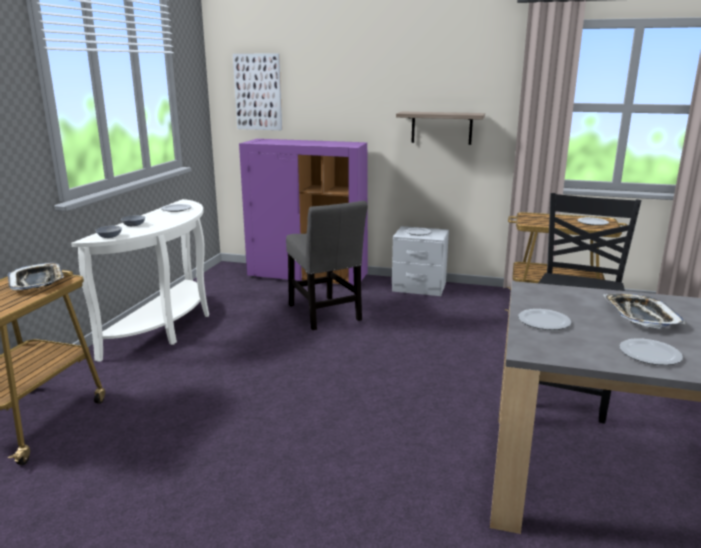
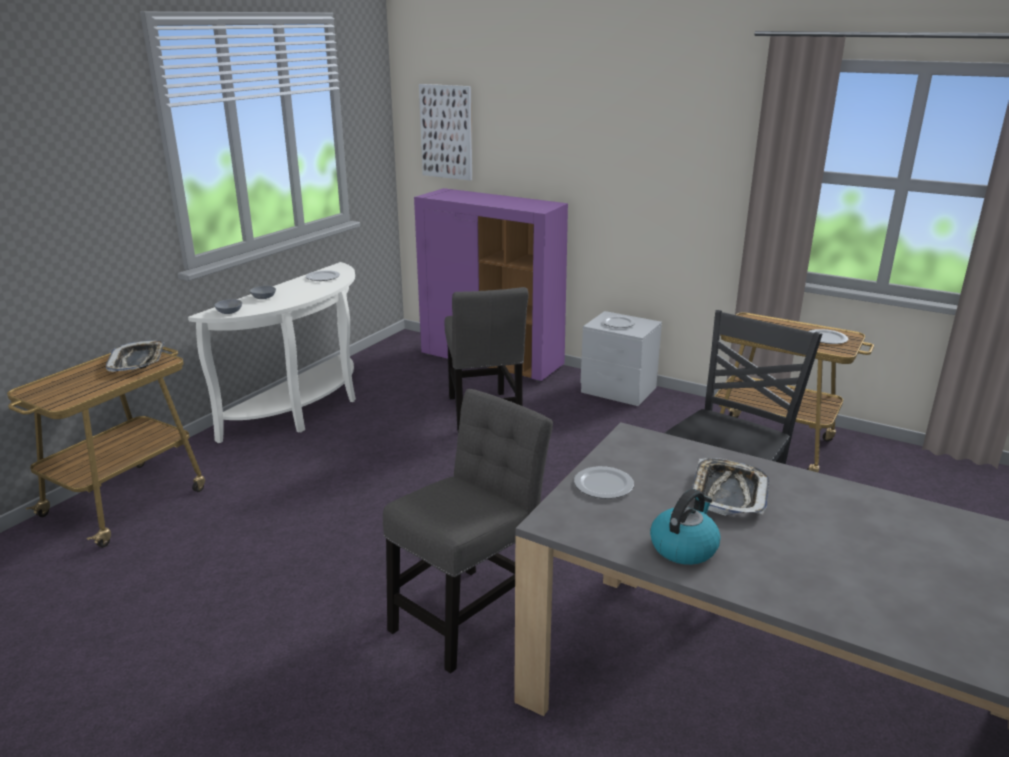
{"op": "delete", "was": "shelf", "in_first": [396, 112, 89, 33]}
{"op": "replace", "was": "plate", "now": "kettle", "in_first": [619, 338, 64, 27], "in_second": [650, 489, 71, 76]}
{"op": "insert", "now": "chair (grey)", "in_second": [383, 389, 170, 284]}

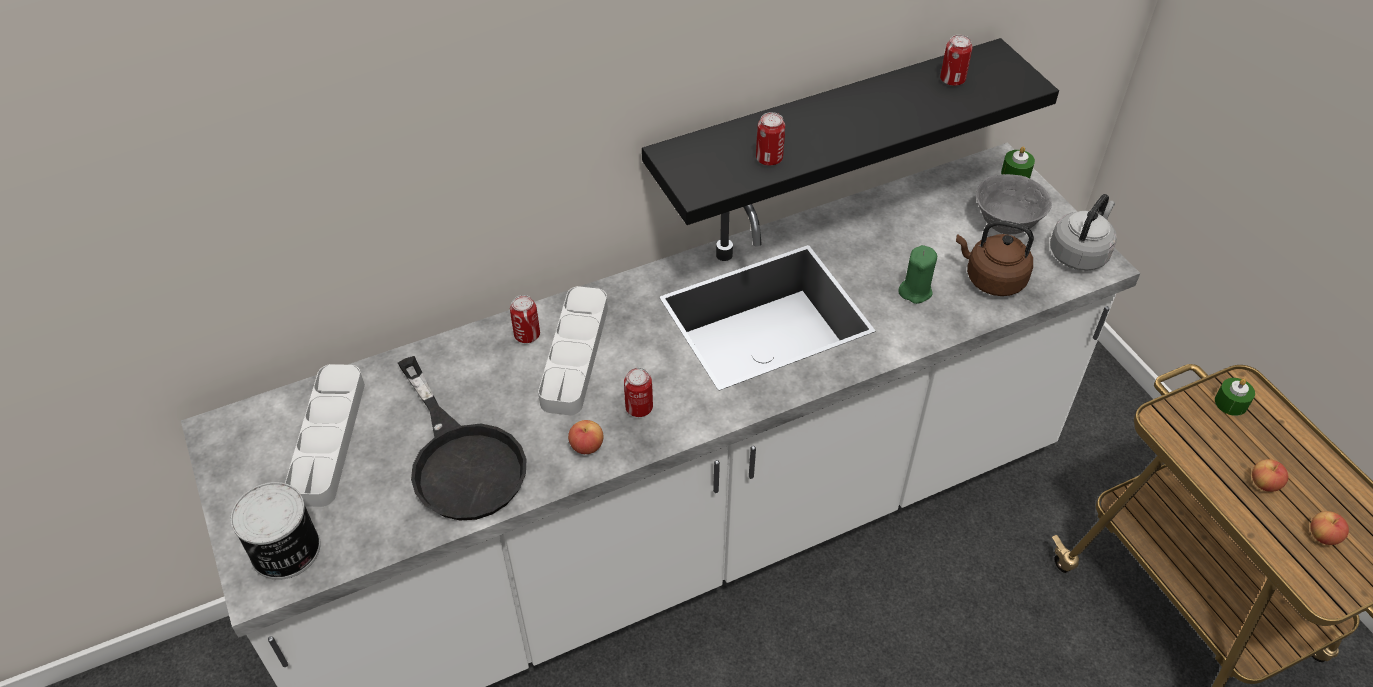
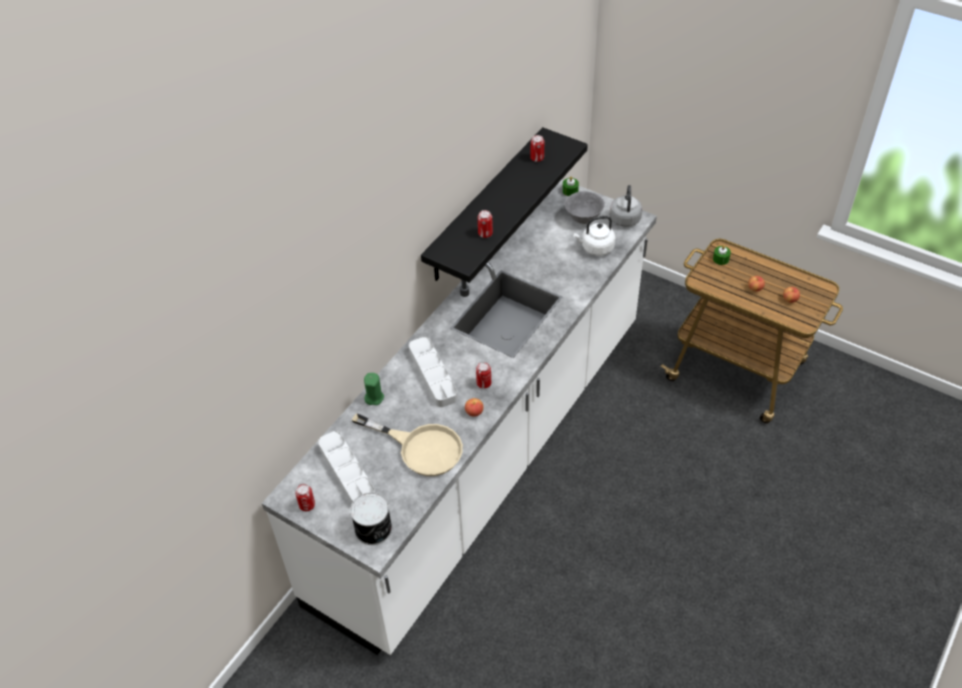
{"op": "recolor", "was": "frying pan (black)", "now": "frying pan (beige)", "in_first": [398, 356, 128, 164], "in_second": [352, 413, 111, 63]}
{"op": "move", "was": "can", "in_first": [510, 295, 30, 48], "in_second": [295, 484, 20, 27]}
{"op": "move", "was": "candle (green)", "in_first": [898, 245, 39, 59], "in_second": [364, 373, 20, 32]}
{"op": "recolor", "was": "kettle (brown)", "now": "kettle (white)", "in_first": [956, 220, 78, 76], "in_second": [573, 216, 42, 40]}

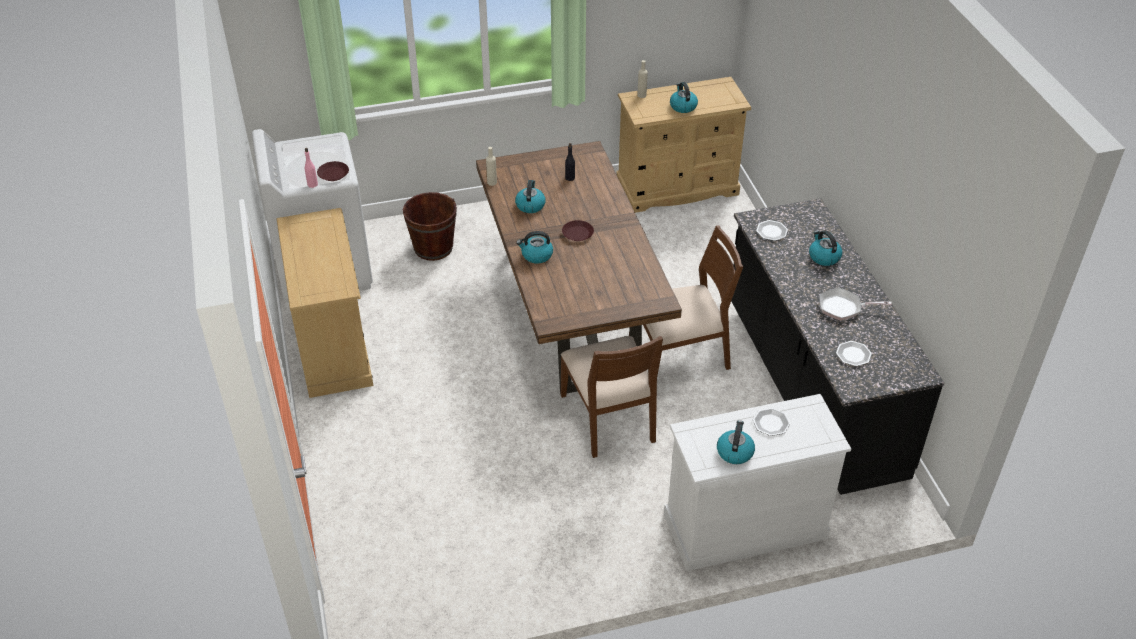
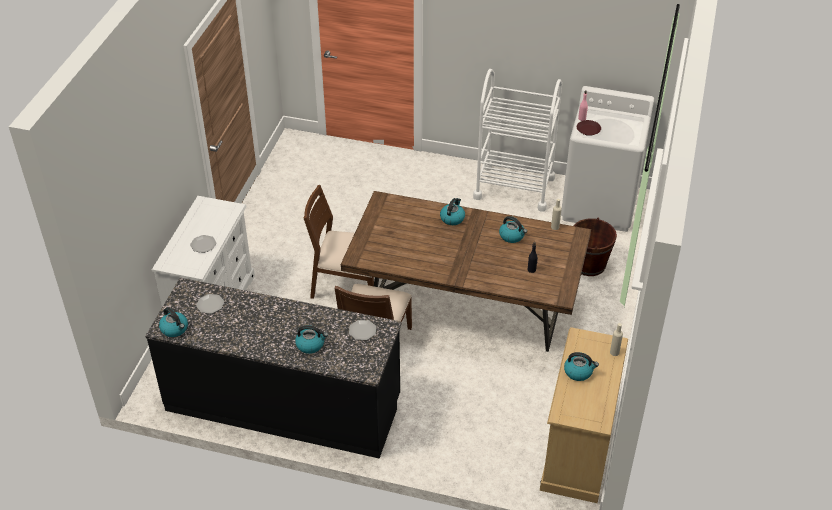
{"op": "replace", "was": "dresser (beige)", "now": "cart (white)", "in_first": [277, 208, 96, 190], "in_second": [473, 69, 89, 143]}
{"op": "delete", "was": "plate (brown)", "in_first": [562, 220, 32, 21]}
{"op": "move", "was": "kettle", "in_first": [717, 420, 38, 44], "in_second": [159, 307, 29, 30]}
{"op": "delete", "was": "frying pan", "in_first": [820, 288, 72, 33]}

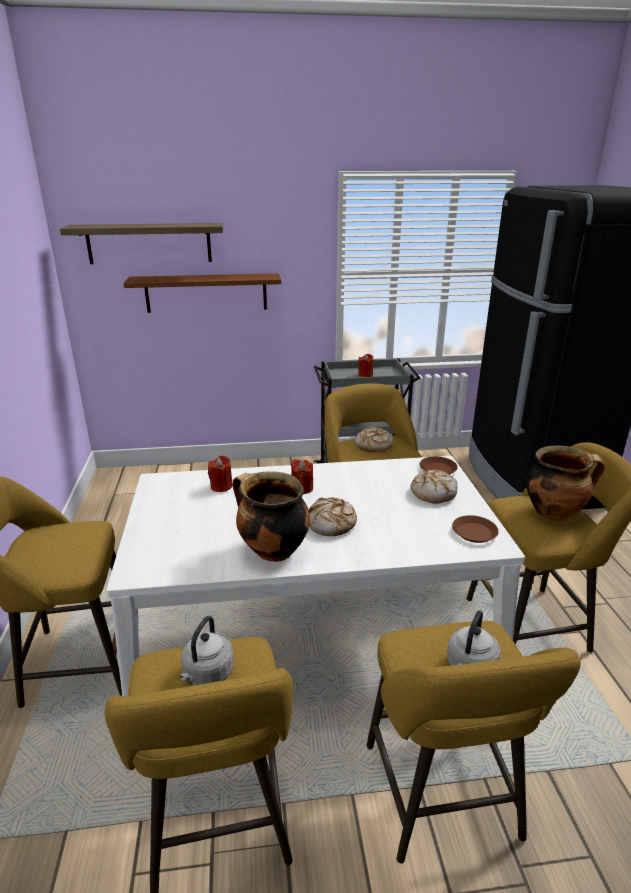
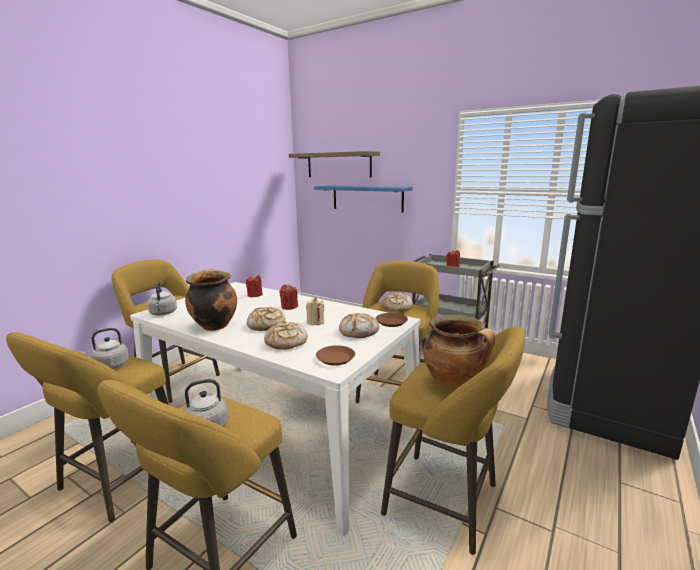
{"op": "recolor", "was": "shelf (brown)", "now": "shelf (blue)", "in_first": [123, 273, 158, 40], "in_second": [314, 185, 99, 28]}
{"op": "insert", "now": "kettle (grey)", "in_second": [147, 281, 30, 34]}
{"op": "insert", "now": "bread", "in_second": [264, 321, 44, 29]}
{"op": "insert", "now": "candle (beige)", "in_second": [306, 298, 18, 27]}

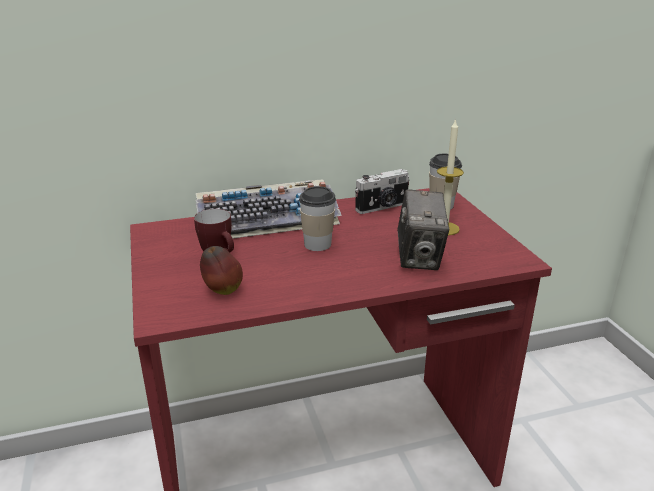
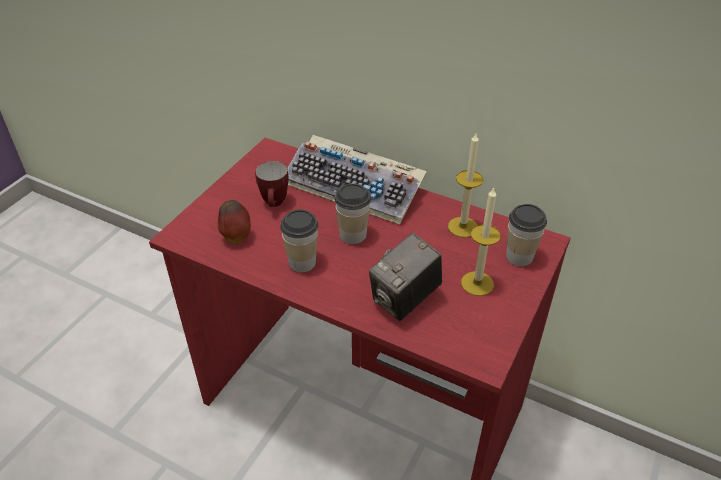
{"op": "replace", "was": "photo camera", "now": "candle", "in_first": [355, 169, 55, 45], "in_second": [448, 134, 35, 104]}
{"op": "insert", "now": "cup", "in_second": [280, 209, 38, 63]}

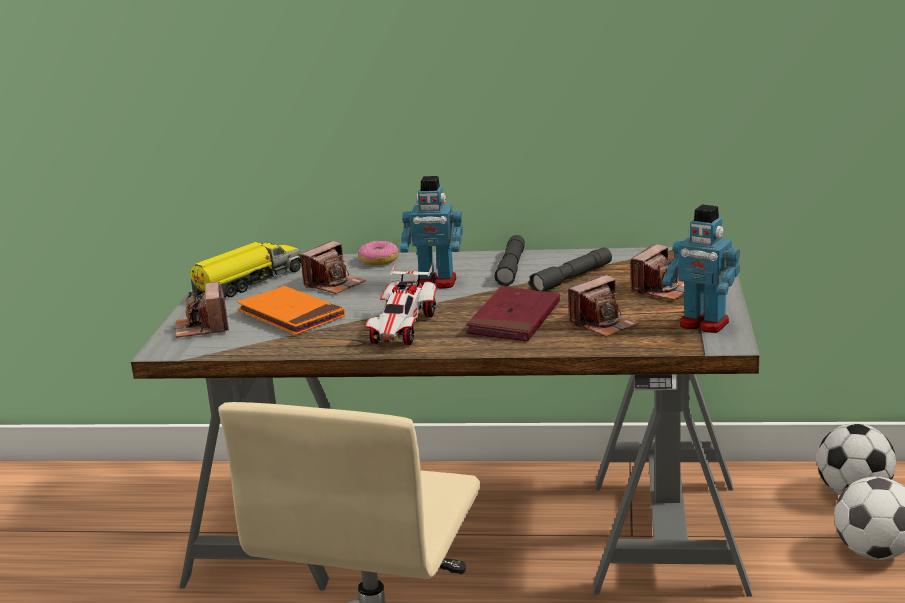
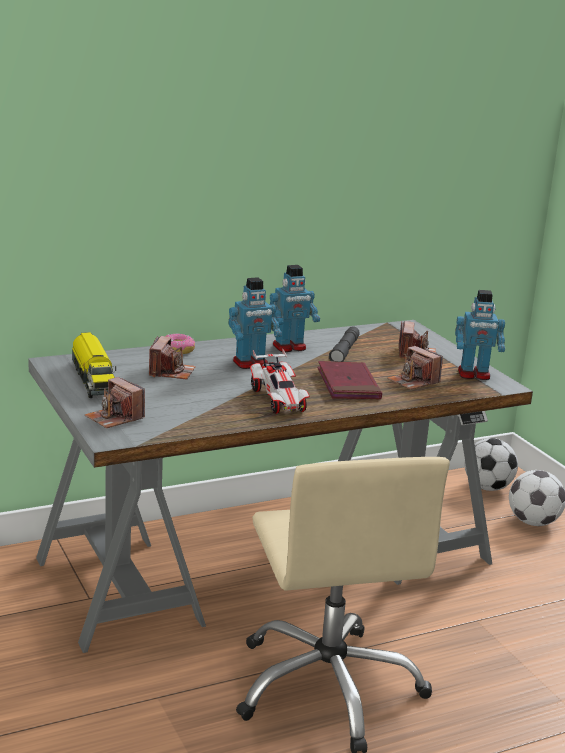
{"op": "rotate", "was": "toy truck", "in_first": [189, 242, 112, 58], "in_second": [72, 332, 44, 66], "clockwise": 150}
{"op": "delete", "was": "book (orange)", "in_first": [237, 286, 108, 49]}
{"op": "replace", "was": "flashlight (grey)", "now": "toy robot", "in_first": [494, 235, 31, 51], "in_second": [270, 265, 50, 87]}
{"op": "rotate", "was": "photo camera", "in_first": [568, 275, 72, 62], "in_second": [387, 346, 56, 44], "clockwise": 120}

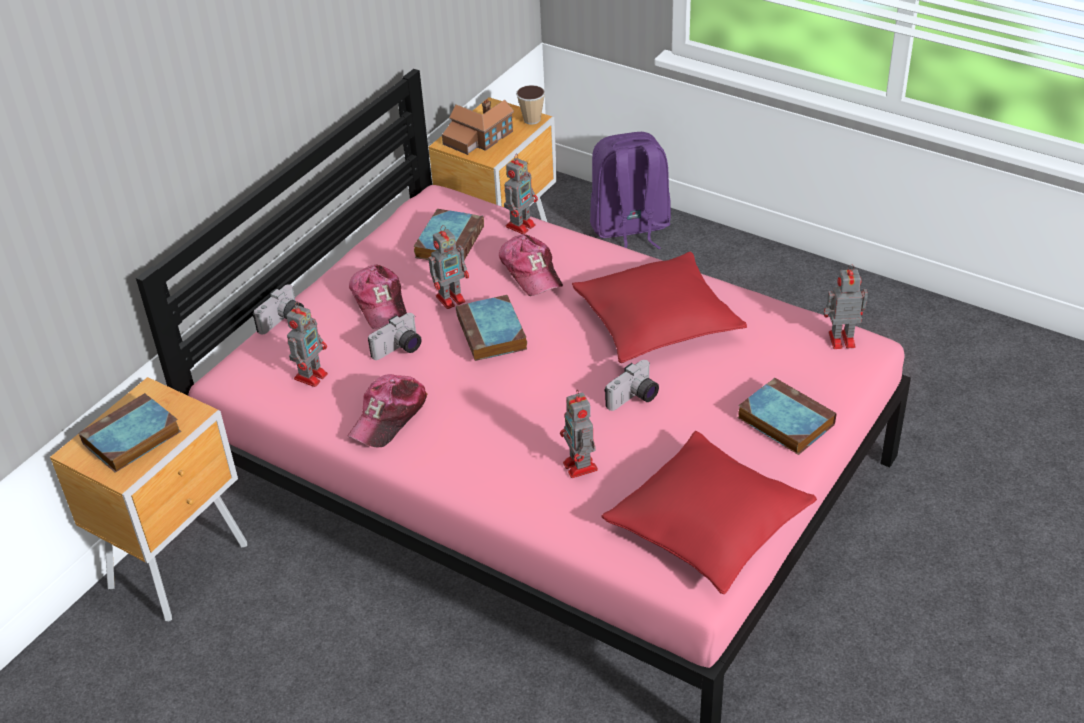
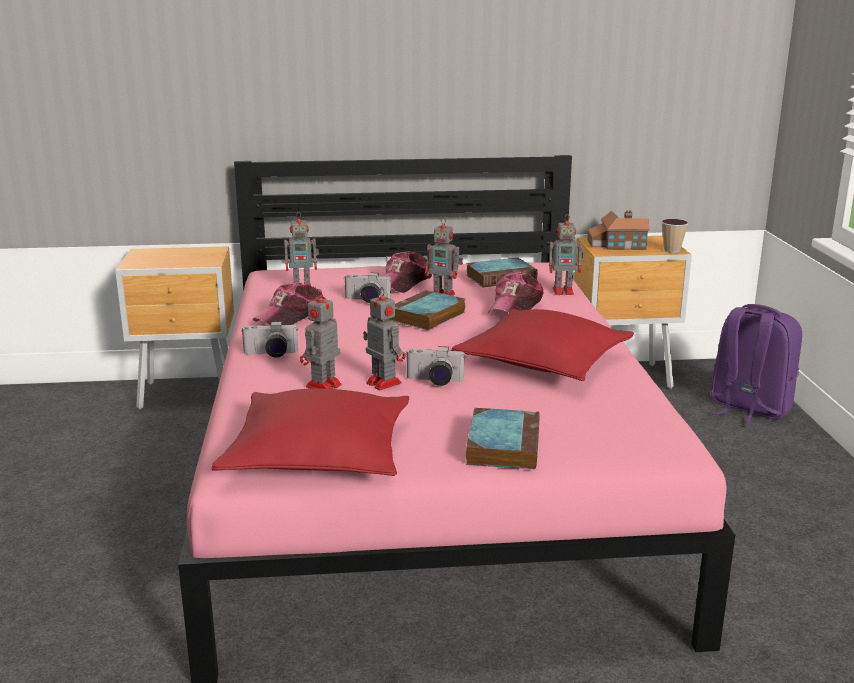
{"op": "delete", "was": "book", "in_first": [79, 393, 102, 80]}
{"op": "move", "was": "photo camera", "in_first": [253, 284, 51, 50], "in_second": [241, 321, 57, 37]}
{"op": "rotate", "was": "cap", "in_first": [347, 374, 80, 74], "in_second": [253, 282, 73, 43], "clockwise": -45}
{"op": "move", "was": "toy robot", "in_first": [824, 264, 44, 85], "in_second": [363, 287, 43, 103]}

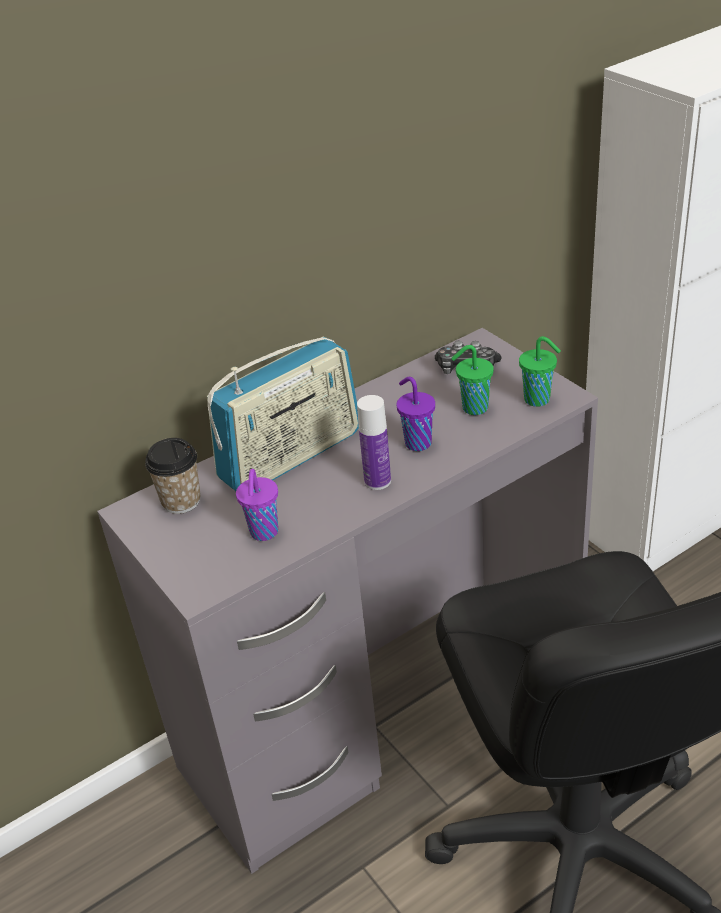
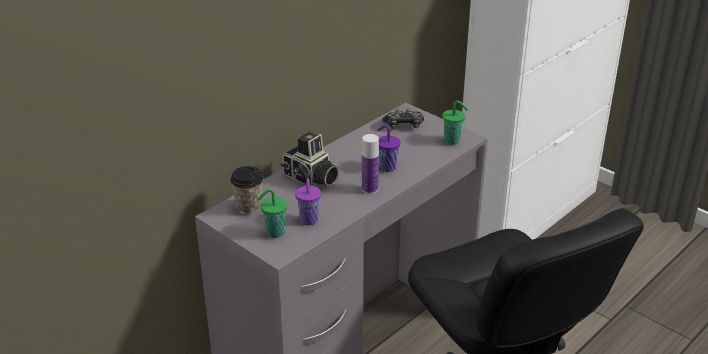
{"op": "replace", "was": "radio", "now": "photo camera", "in_first": [207, 337, 152, 155], "in_second": [281, 132, 58, 54]}
{"op": "move", "was": "cup (green)", "in_first": [451, 345, 43, 70], "in_second": [257, 189, 30, 49]}

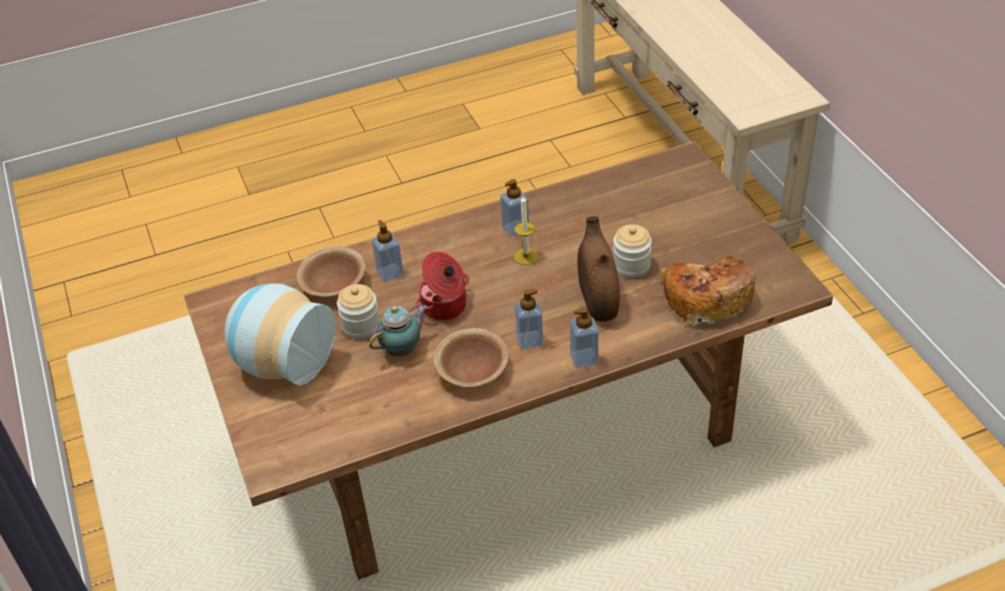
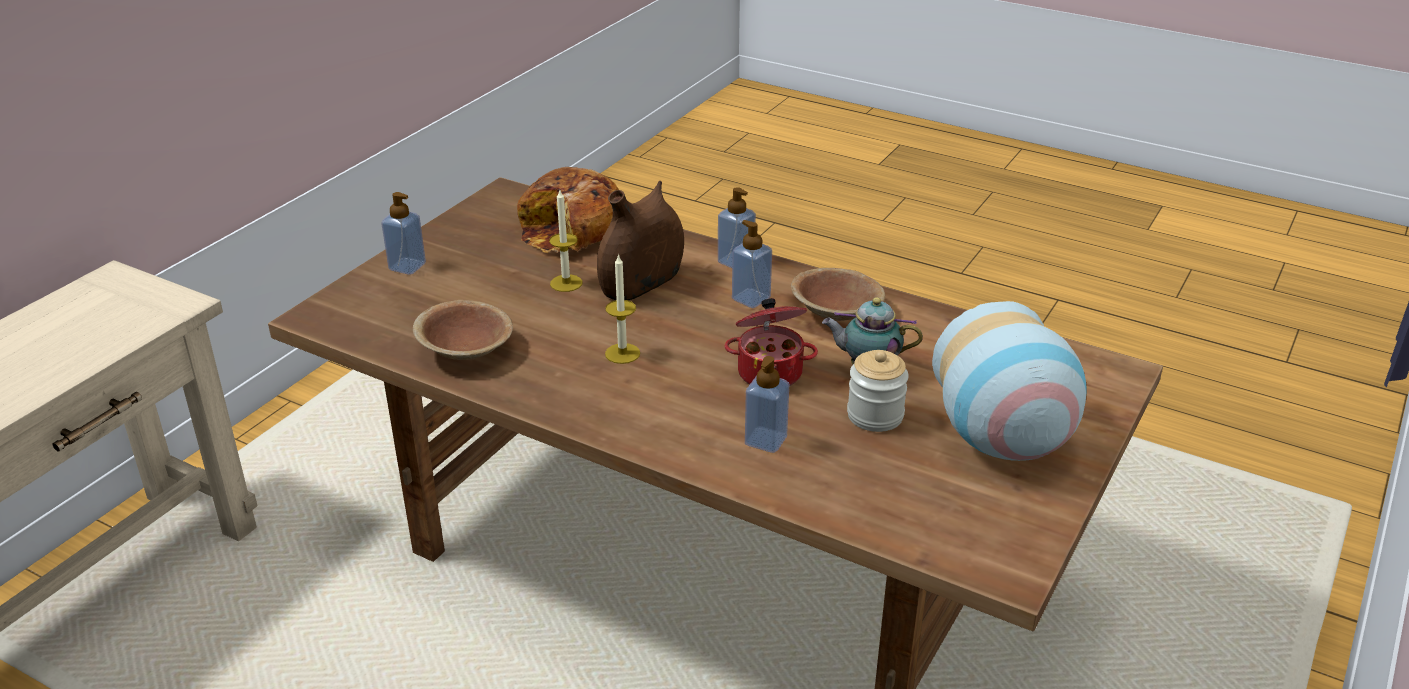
{"op": "move", "was": "bowl (brown)", "in_first": [297, 246, 69, 51], "in_second": [413, 300, 100, 60]}
{"op": "move", "was": "soap dispenser", "in_first": [500, 179, 29, 58], "in_second": [381, 192, 45, 83]}
{"op": "replace", "was": "jar", "now": "candle", "in_first": [613, 224, 39, 54], "in_second": [549, 190, 34, 102]}

